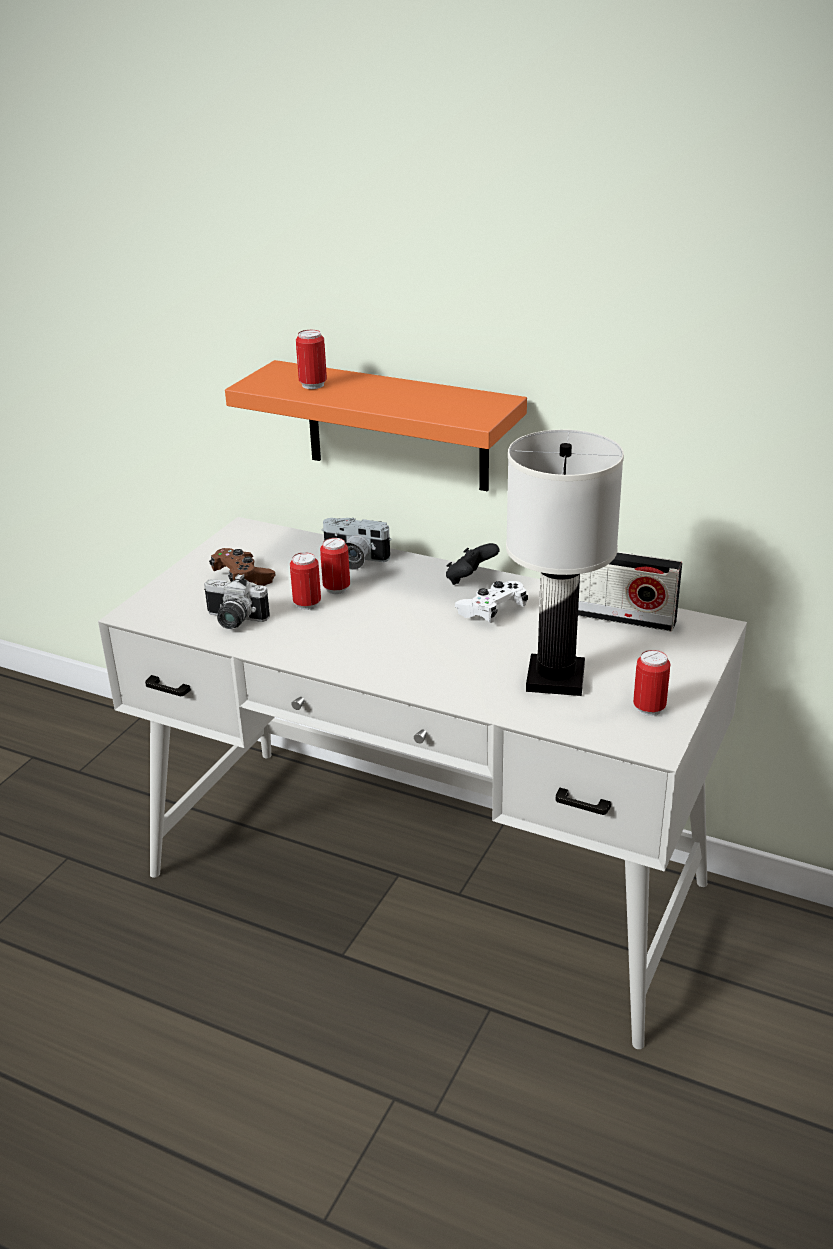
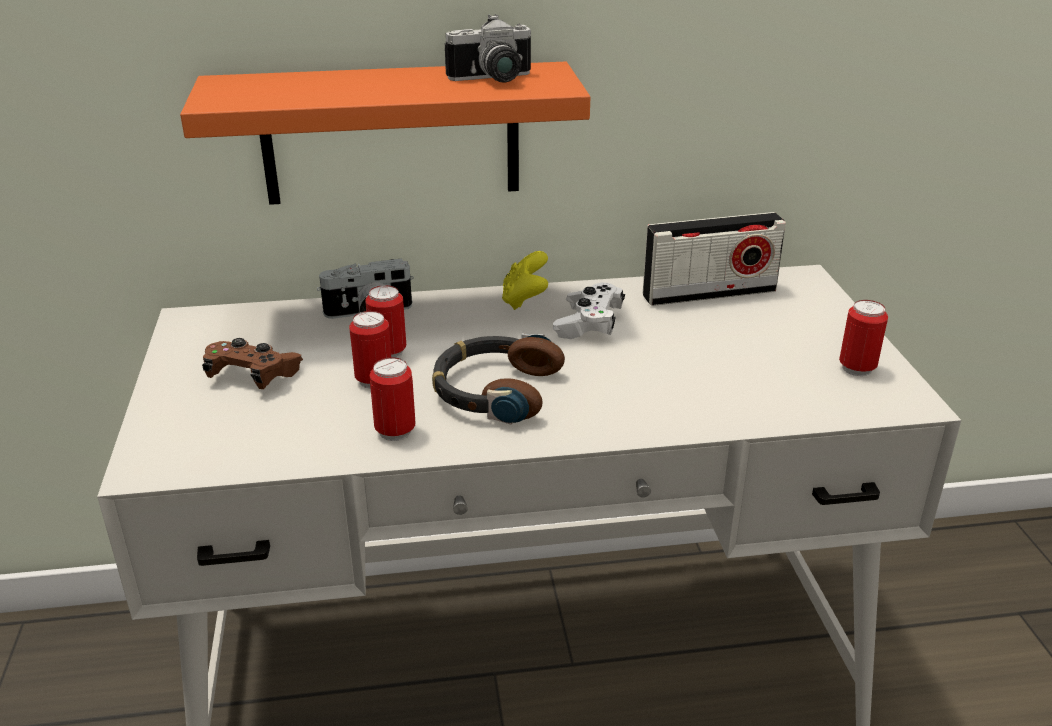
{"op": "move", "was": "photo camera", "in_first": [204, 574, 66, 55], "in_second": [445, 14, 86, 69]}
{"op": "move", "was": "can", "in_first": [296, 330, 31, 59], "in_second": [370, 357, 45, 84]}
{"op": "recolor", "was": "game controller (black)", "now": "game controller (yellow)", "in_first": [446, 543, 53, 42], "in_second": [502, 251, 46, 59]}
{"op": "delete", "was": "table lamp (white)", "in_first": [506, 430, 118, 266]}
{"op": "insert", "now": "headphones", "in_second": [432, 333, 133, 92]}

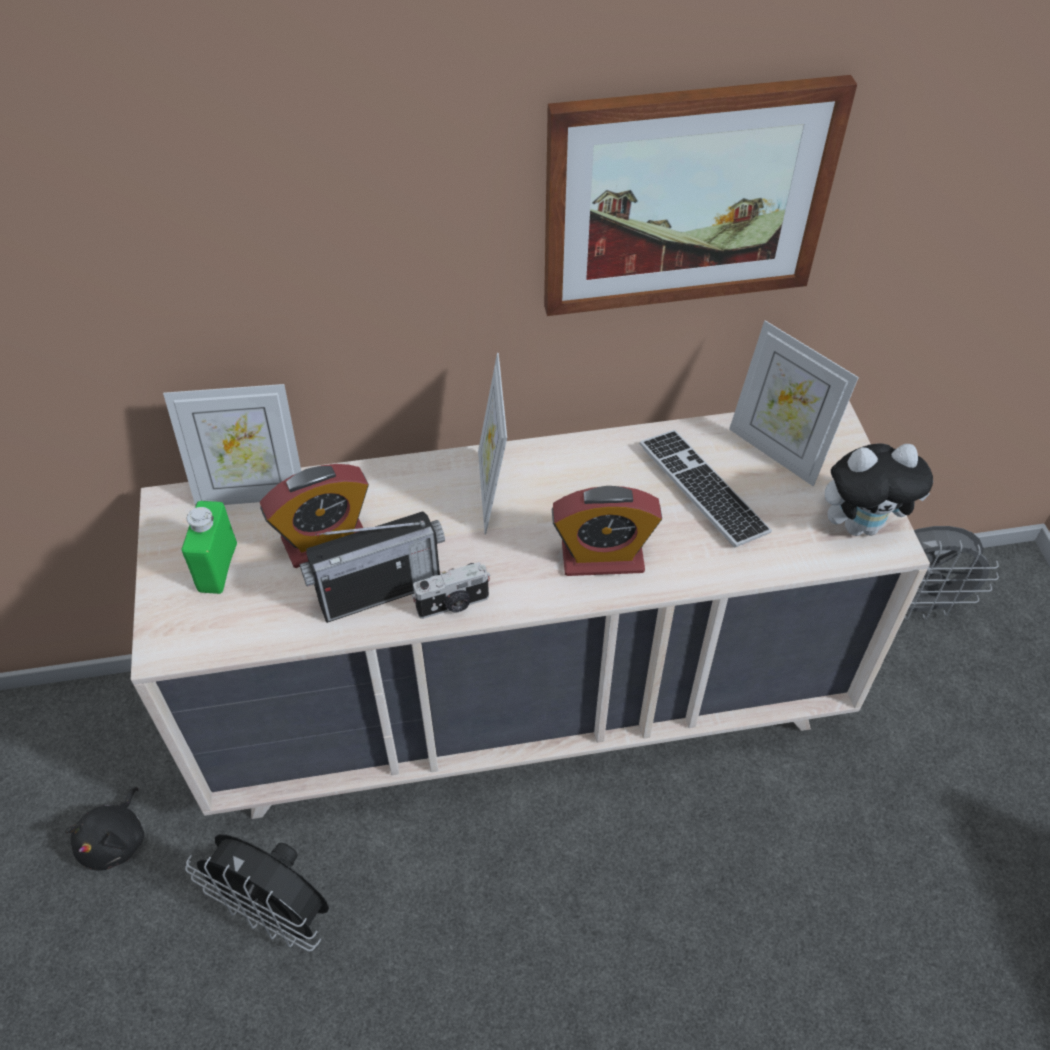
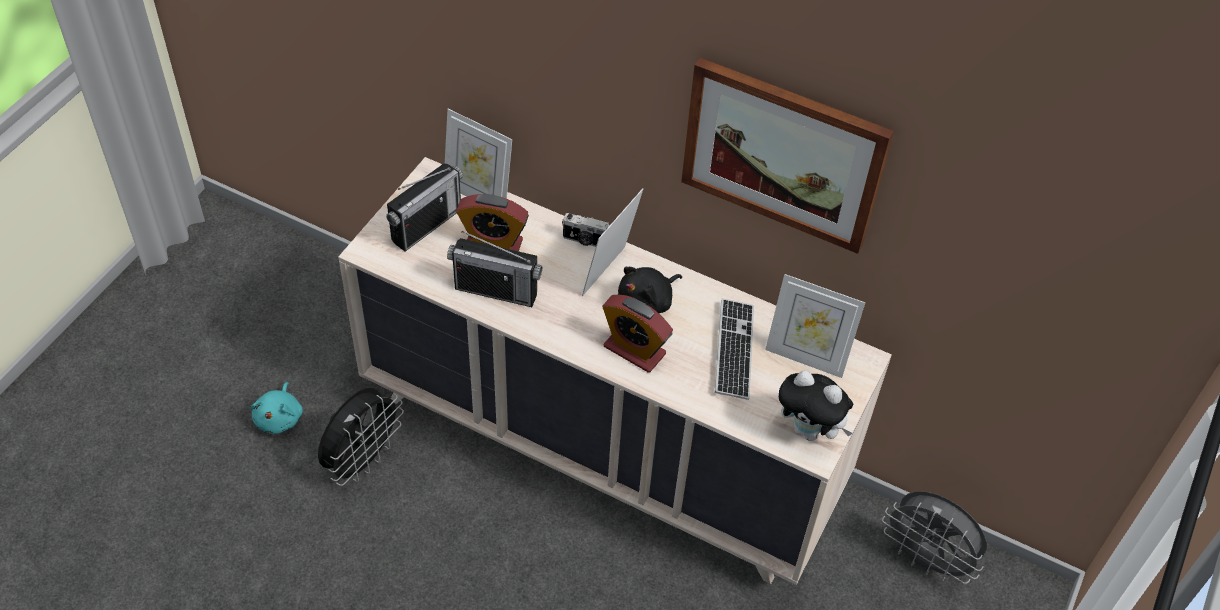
{"op": "move", "was": "plush toy (black)", "in_first": [65, 787, 79, 84], "in_second": [618, 267, 64, 46]}
{"op": "replace", "was": "bottle (green)", "now": "radio", "in_first": [182, 501, 55, 93], "in_second": [386, 164, 77, 87]}
{"op": "rotate", "was": "fan (black)", "in_first": [185, 834, 144, 117], "in_second": [318, 388, 86, 98], "clockwise": -120}
{"op": "move", "was": "photo camera", "in_first": [412, 562, 78, 57], "in_second": [562, 213, 48, 34]}
{"op": "rotate", "was": "picture frame", "in_first": [729, 320, 130, 166], "in_second": [765, 274, 100, 104], "clockwise": -60}
{"op": "insert", "now": "plush toy (turquoise)", "in_second": [251, 382, 52, 52]}

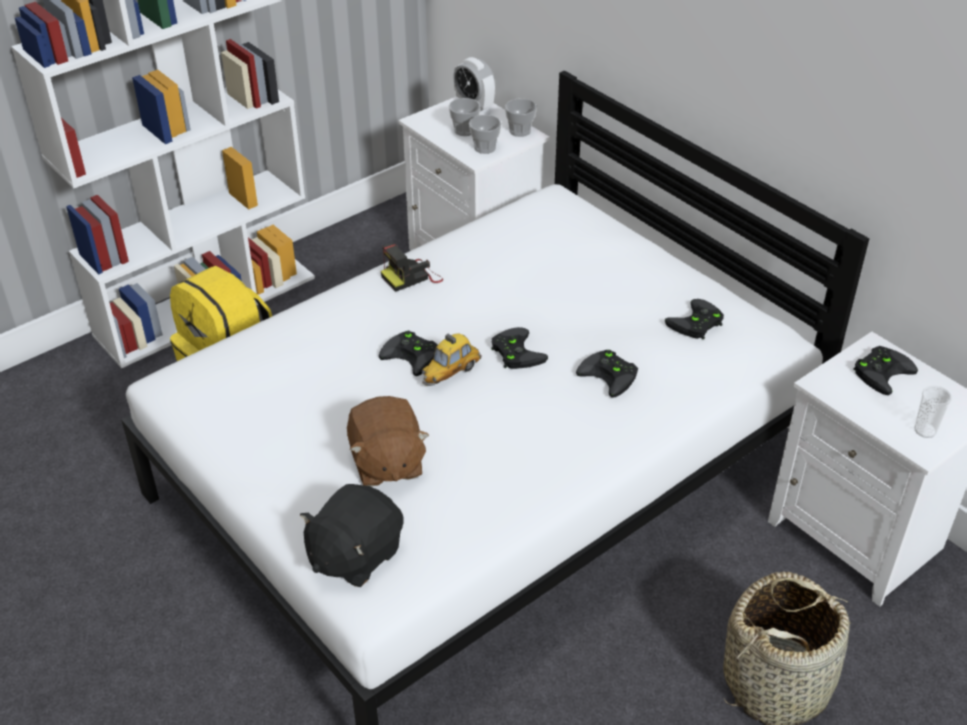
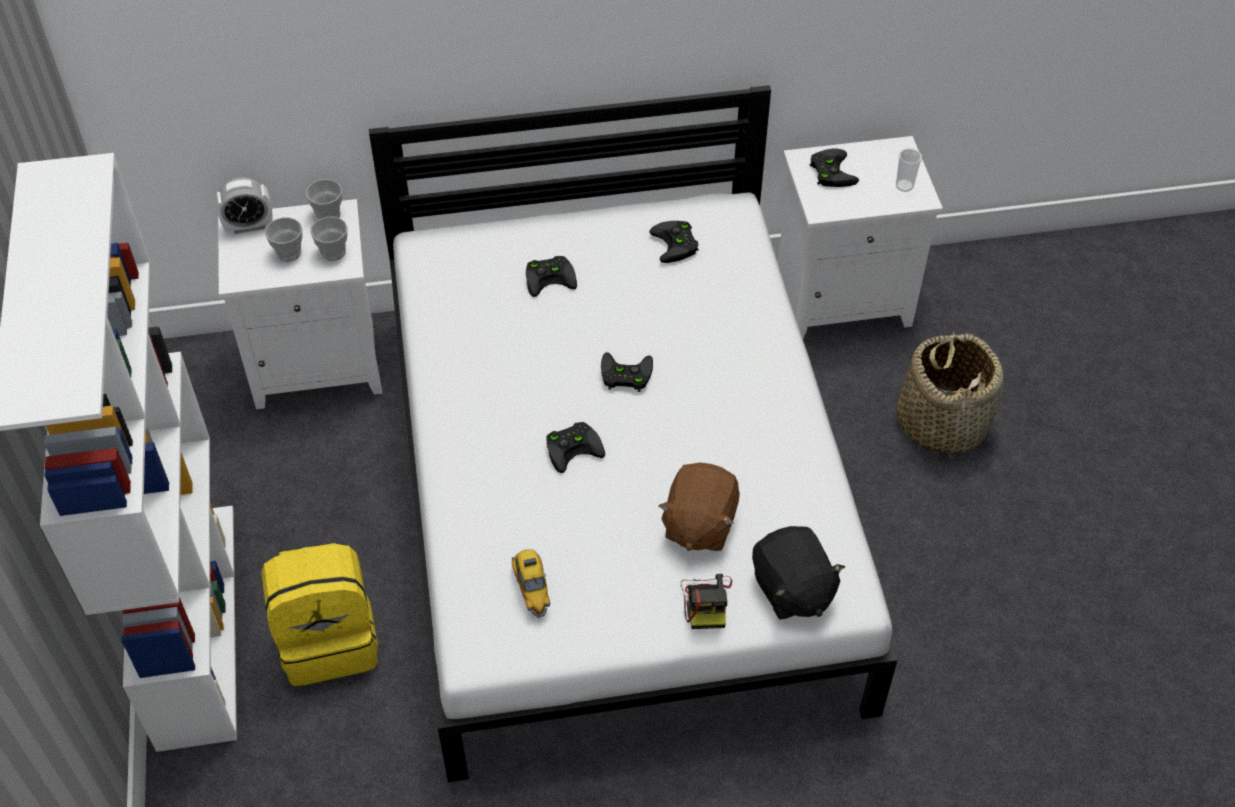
{"op": "rotate", "was": "plush toy (brown)", "in_first": [347, 396, 82, 91], "in_second": [659, 462, 81, 89], "clockwise": 90}
{"op": "move", "was": "photo camera", "in_first": [381, 243, 62, 49], "in_second": [681, 574, 51, 55]}
{"op": "move", "was": "toy car", "in_first": [421, 333, 61, 53], "in_second": [512, 549, 38, 69]}
{"op": "move", "was": "game controller (black)", "in_first": [576, 350, 62, 48], "in_second": [526, 256, 51, 41]}

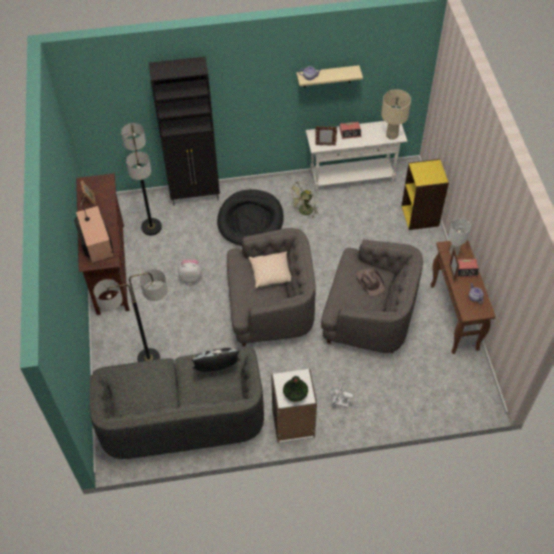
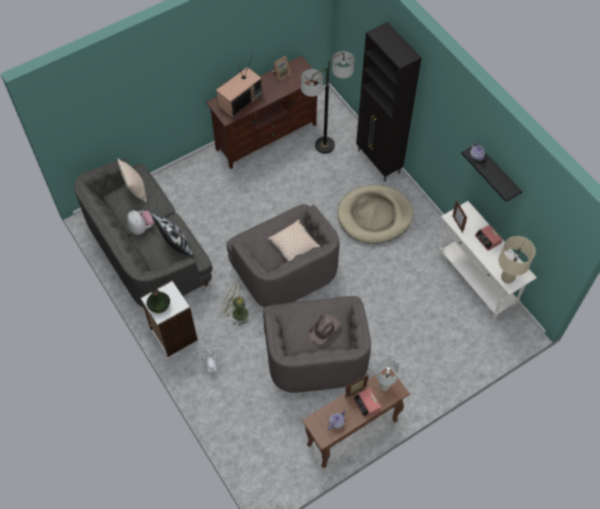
{"op": "delete", "was": "floor lamp", "in_first": [94, 269, 74, 93]}
{"op": "move", "was": "plush toy", "in_first": [178, 259, 24, 24], "in_second": [127, 211, 27, 24]}
{"op": "recolor", "was": "dog bed (black)", "now": "dog bed (beige)", "in_first": [217, 189, 67, 57], "in_second": [338, 185, 75, 59]}
{"op": "move", "was": "fan (green)", "in_first": [288, 182, 30, 35], "in_second": [220, 282, 31, 44]}
{"op": "recolor", "was": "shelf (beige)", "now": "shelf (black)", "in_first": [297, 65, 66, 23], "in_second": [461, 144, 61, 58]}
{"op": "delete", "was": "bookcase (yellow)", "in_first": [401, 159, 48, 71]}
{"op": "insert", "now": "pillow (beige)", "in_second": [118, 159, 29, 44]}

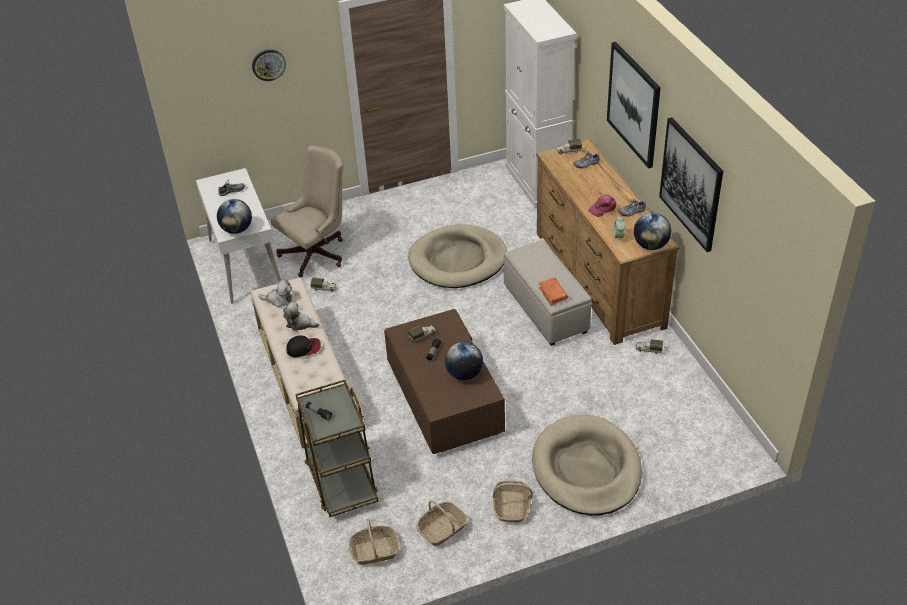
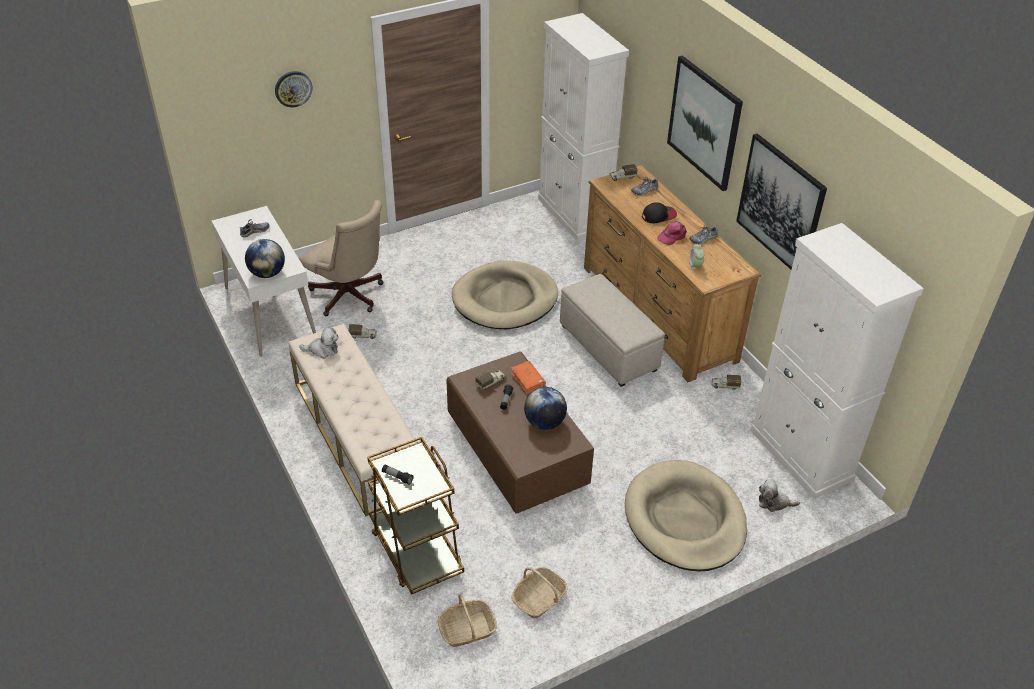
{"op": "rotate", "was": "office chair (beige)", "in_first": [271, 145, 73, 132], "in_second": [299, 200, 84, 116], "clockwise": 90}
{"op": "move", "was": "plush toy", "in_first": [283, 302, 36, 29], "in_second": [759, 479, 41, 33]}
{"op": "move", "was": "cap", "in_first": [286, 335, 35, 22], "in_second": [642, 202, 35, 21]}
{"op": "delete", "was": "basket", "in_first": [493, 481, 40, 41]}
{"op": "move", "was": "book (orange)", "in_first": [538, 278, 30, 28], "in_second": [511, 361, 35, 33]}
{"op": "delete", "was": "globe", "in_first": [634, 213, 37, 37]}
{"op": "insert", "now": "cabinet (white)", "in_second": [750, 223, 174, 276]}

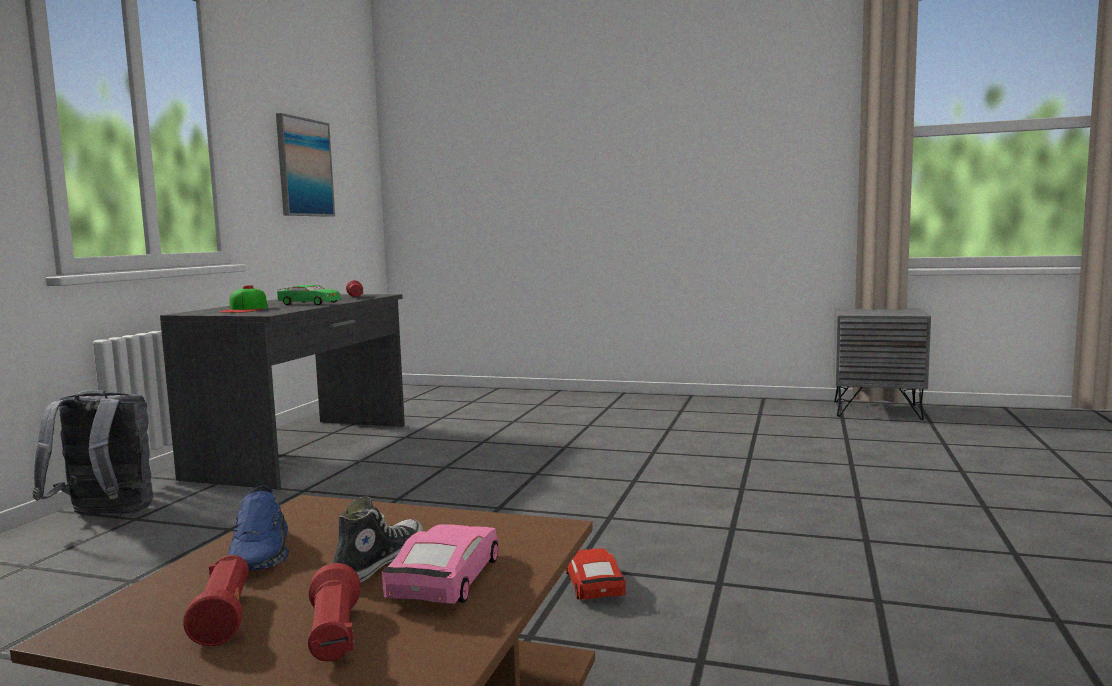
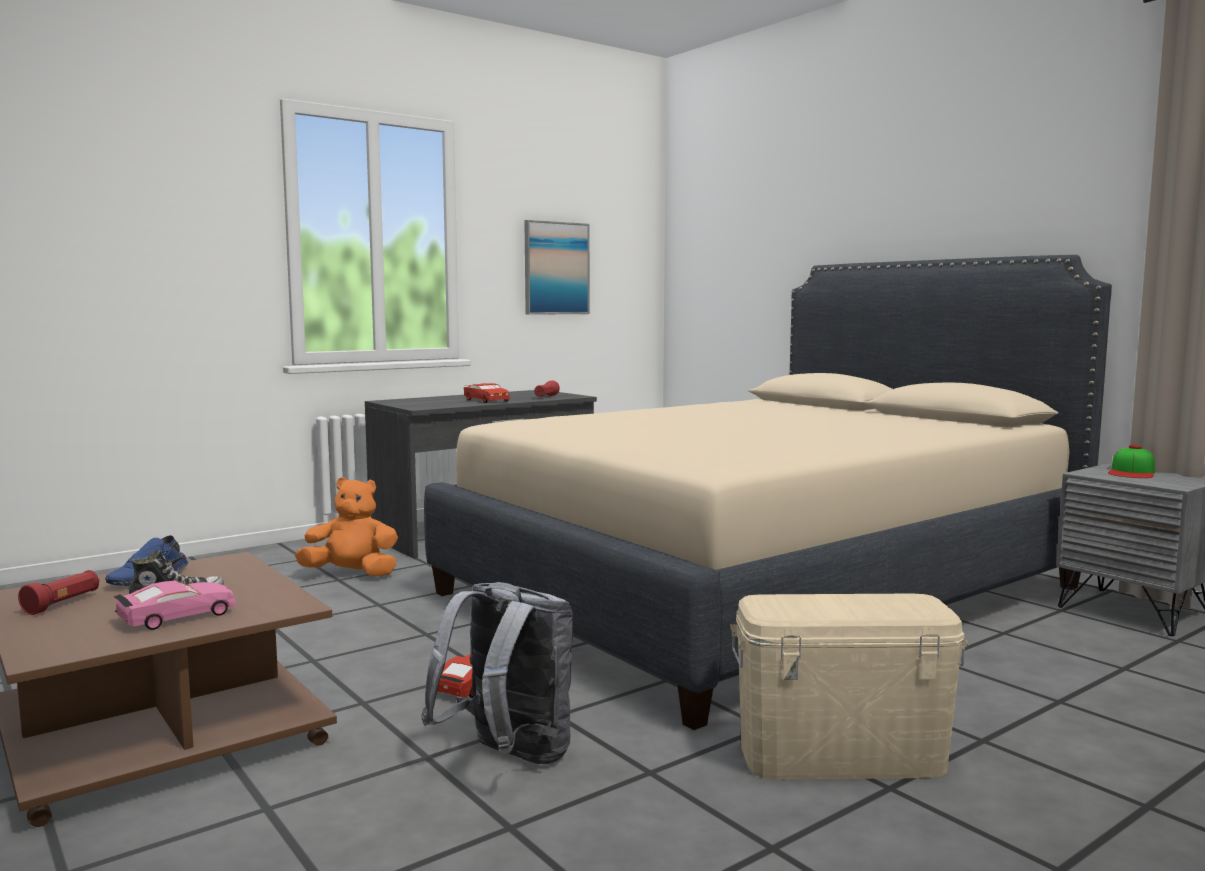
{"op": "move", "was": "backpack (grey)", "in_first": [32, 389, 121, 125], "in_second": [421, 582, 152, 183]}
{"op": "move", "was": "cap", "in_first": [220, 285, 48, 28], "in_second": [1108, 445, 47, 33]}
{"op": "recolor", "was": "toy car (green)", "now": "toy car (red)", "in_first": [277, 285, 64, 20], "in_second": [464, 383, 46, 20]}
{"op": "delete", "was": "flashlight (red)", "in_first": [308, 563, 52, 99]}
{"op": "insert", "now": "plush toy (orange)", "in_second": [295, 477, 103, 100]}
{"op": "insert", "now": "bed (beige)", "in_second": [424, 255, 688, 475]}
{"op": "insert", "now": "storage box (beige)", "in_second": [730, 594, 238, 186]}

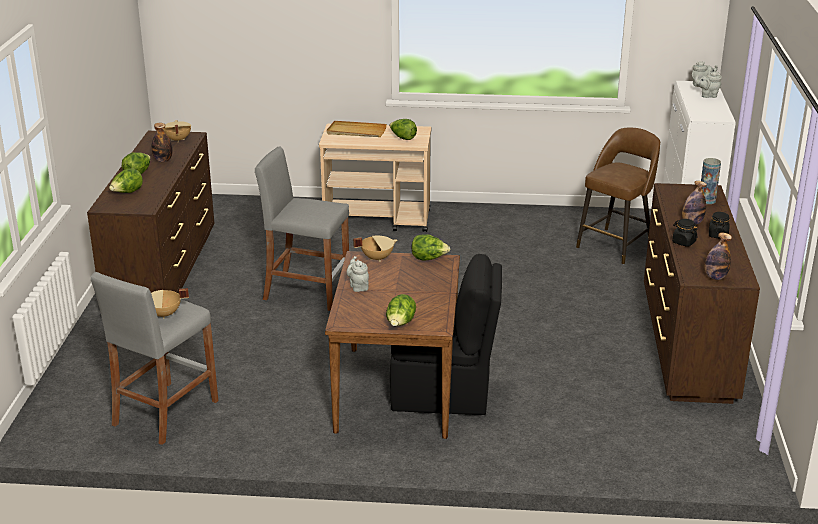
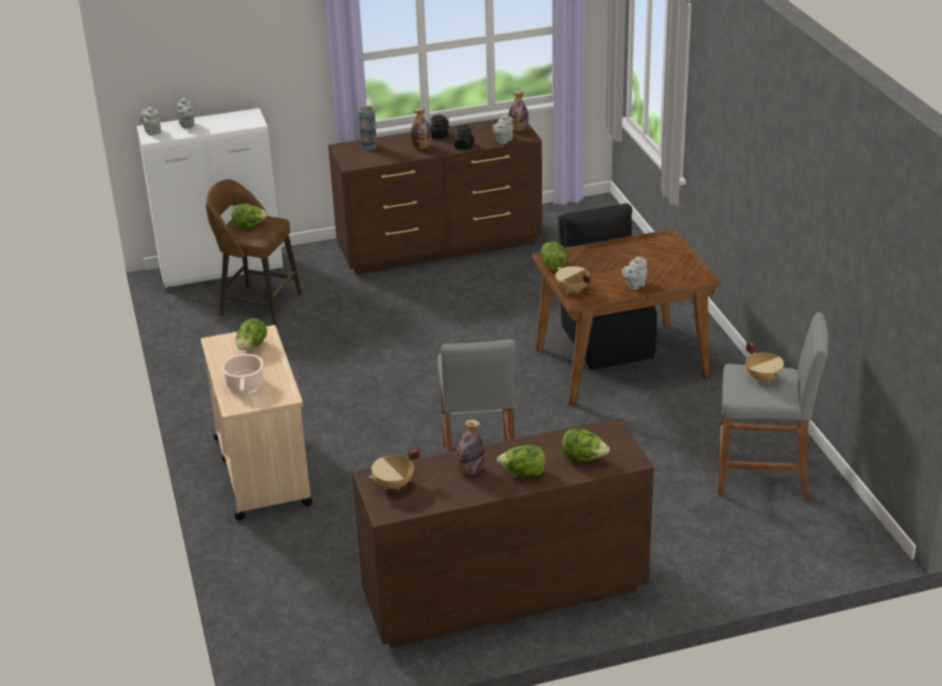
{"op": "replace", "was": "tray (beige)", "now": "cooking pot", "in_first": [327, 121, 60, 16], "in_second": [221, 354, 43, 38]}
{"op": "move", "was": "lettuce", "in_first": [386, 294, 30, 32], "in_second": [232, 204, 36, 24]}
{"op": "insert", "now": "teapot (grey)", "in_second": [493, 114, 21, 30]}

